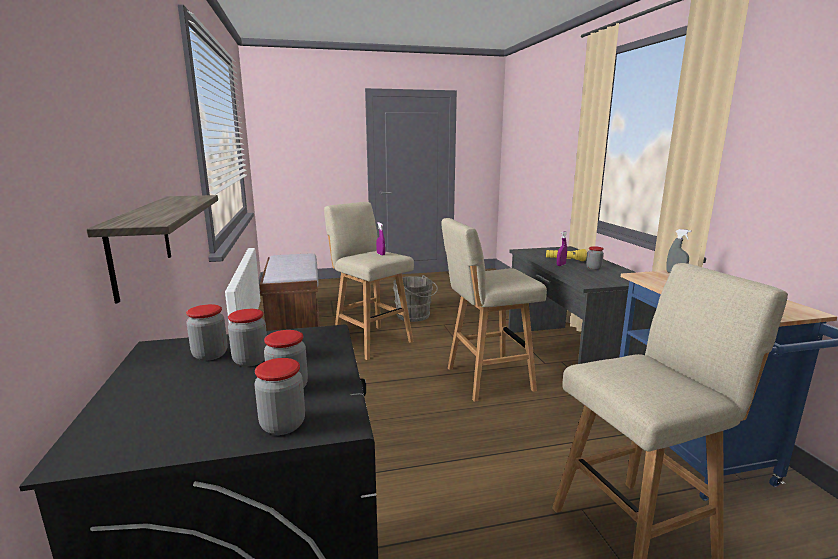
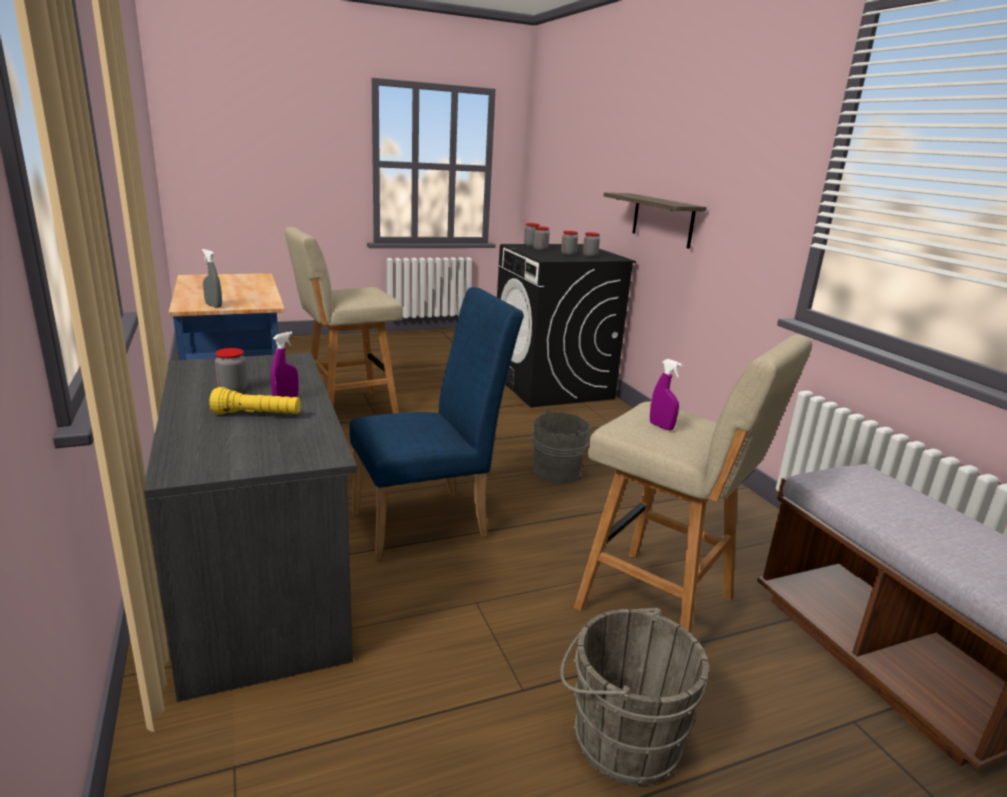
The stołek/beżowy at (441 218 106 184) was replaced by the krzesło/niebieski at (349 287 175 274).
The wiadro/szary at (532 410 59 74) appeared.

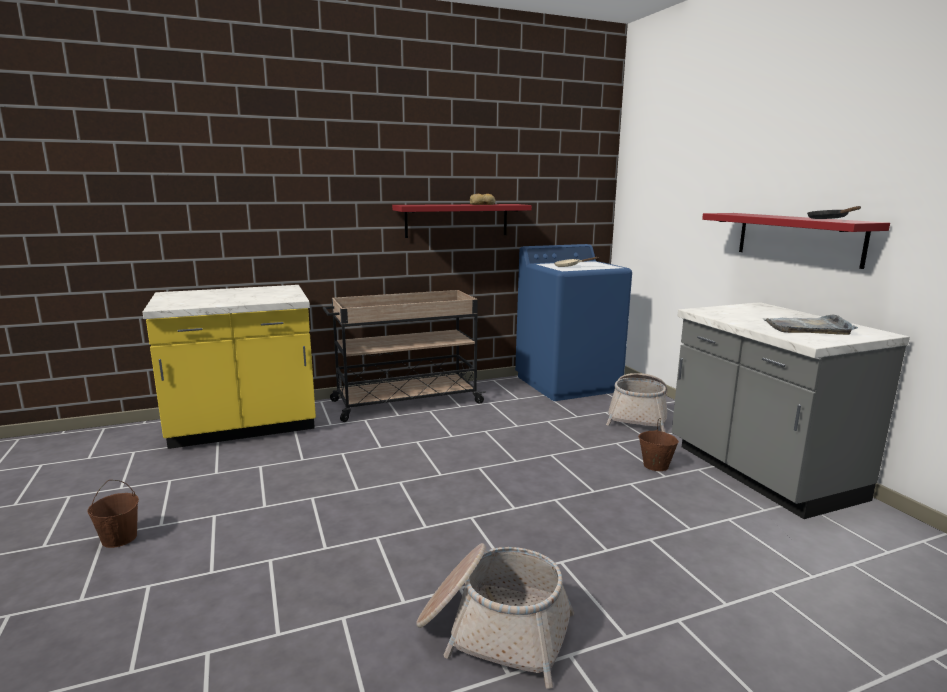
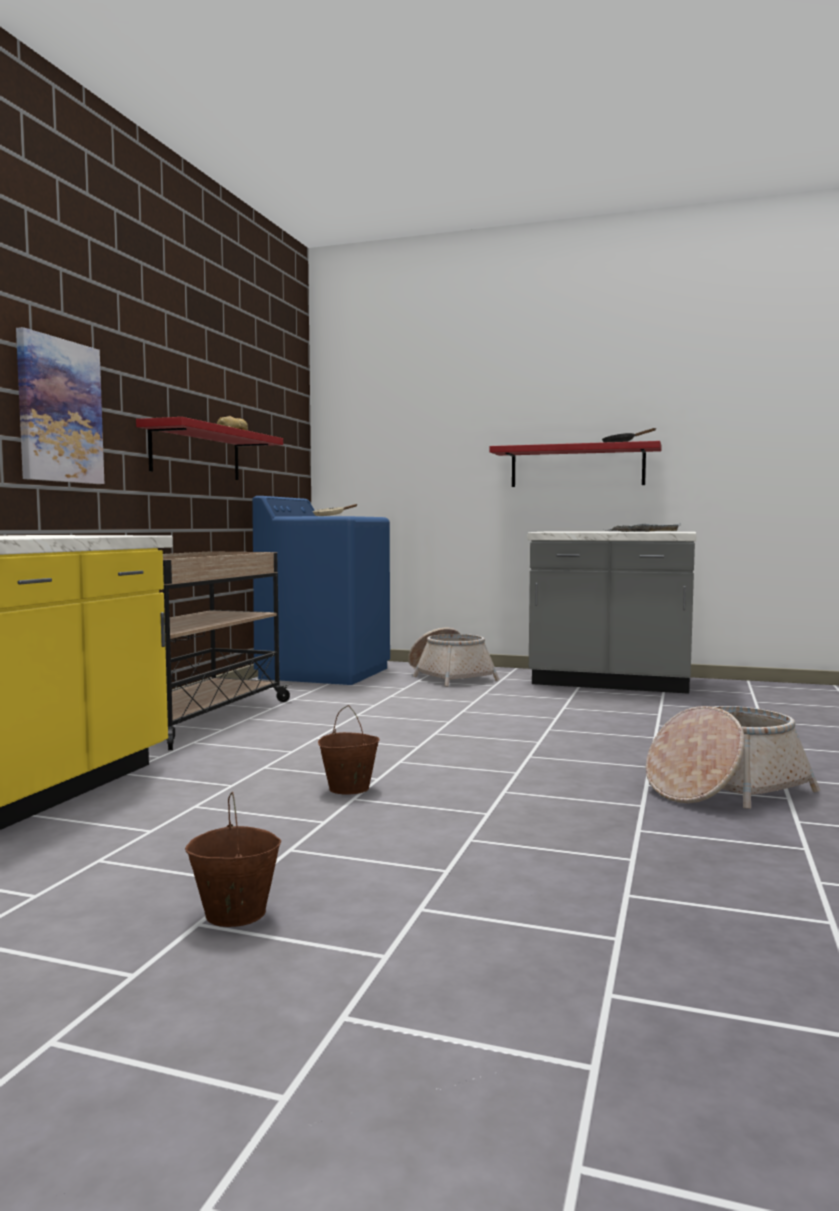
The obraz at (16 327 88 157) appeared.
The wiadro/brązowy moved from (638 418 41 53) to (318 705 62 90).

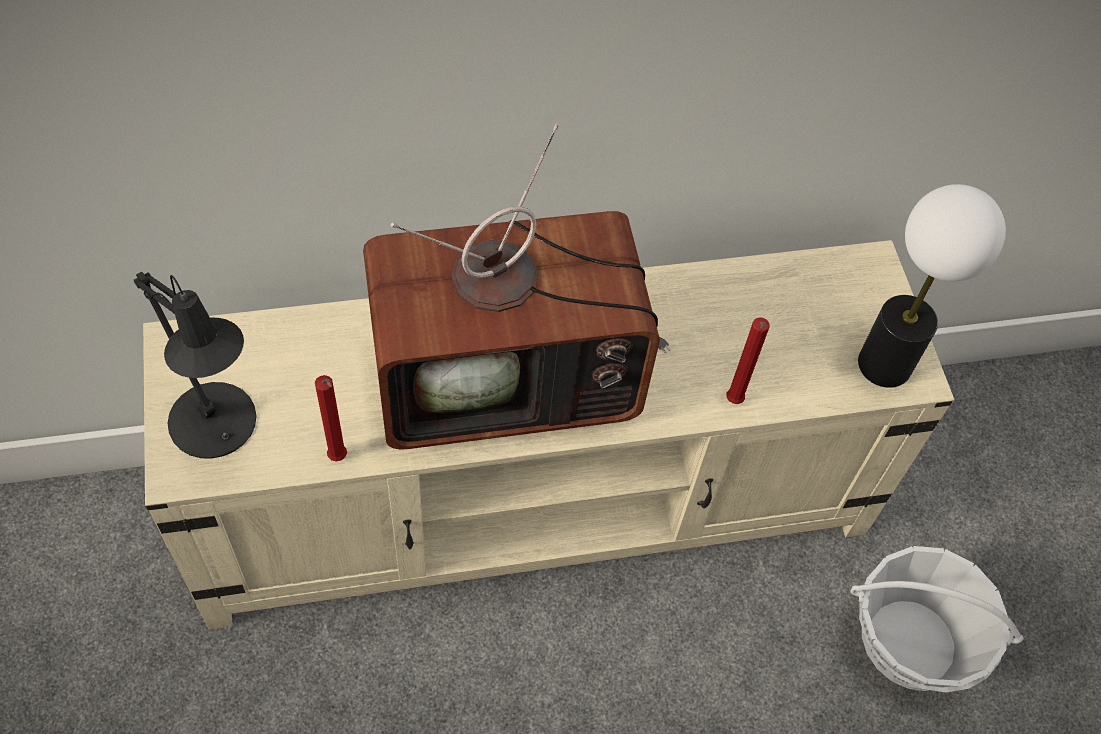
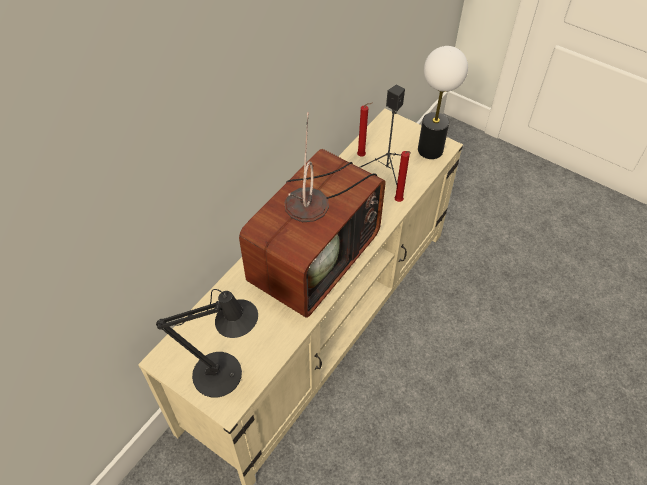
The świeca/czerwony moved from (315 375 32 86) to (357 103 15 54).
The głośnik/czarny at (360 84 45 101) appeared.
The koszyk at (851 546 173 146) disappeared.

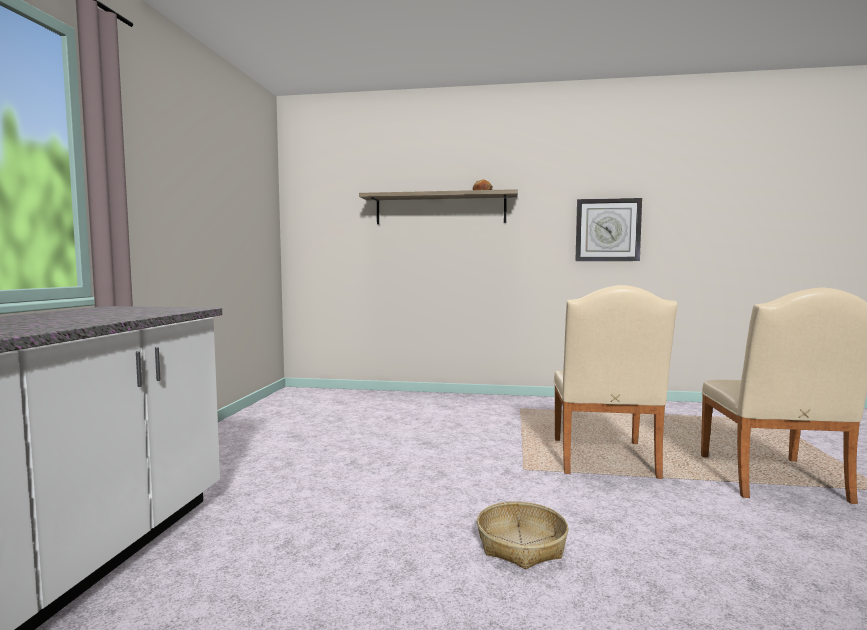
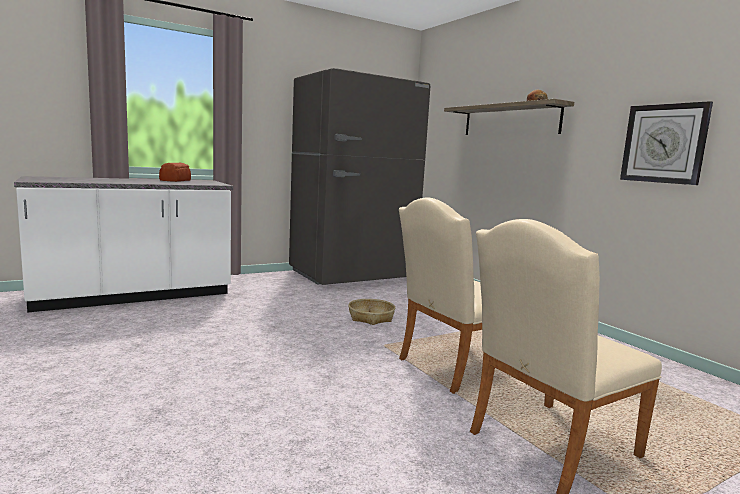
The chleb at (159 163 32 19) appeared.
The lodówka/szary at (289 68 141 217) appeared.
The koszyk moved from (477 501 92 68) to (348 299 47 26).

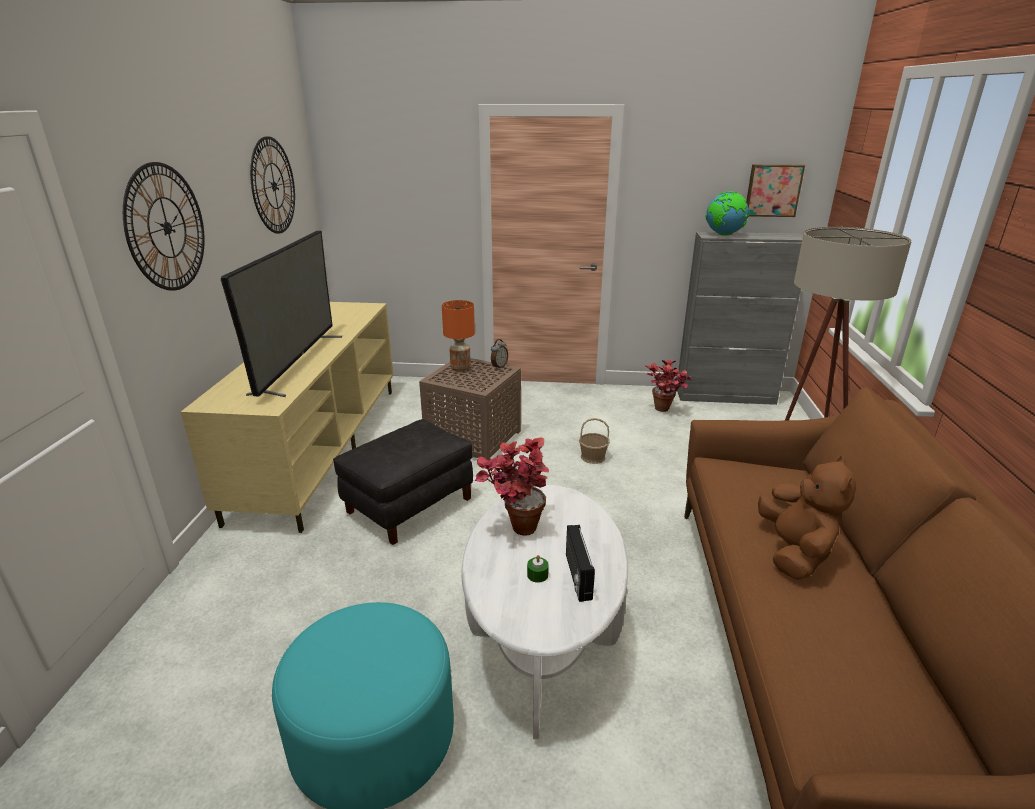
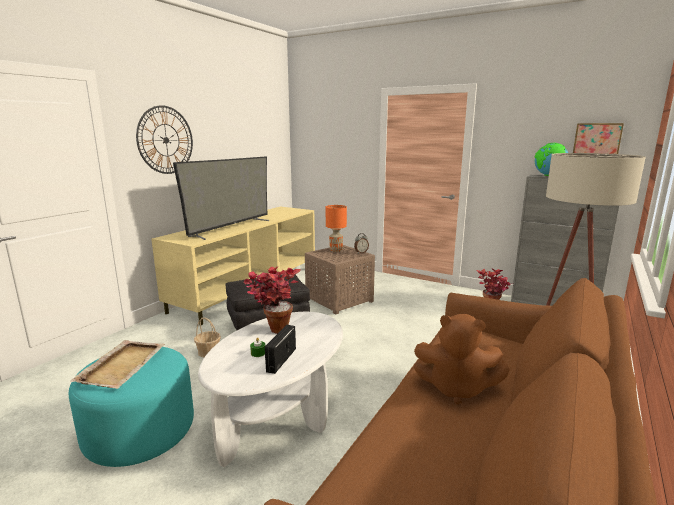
The taca/beżowy at (70 340 95 49) appeared.
The koszyk moved from (579 418 31 46) to (194 317 27 41).
The pluszak/brązowy at (758 456 98 124) turned 75 degrees clockwise.
The zegar ścienny at (250 136 45 98) disappeared.

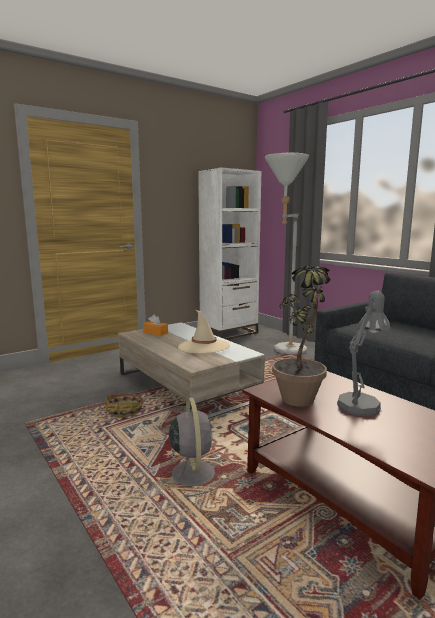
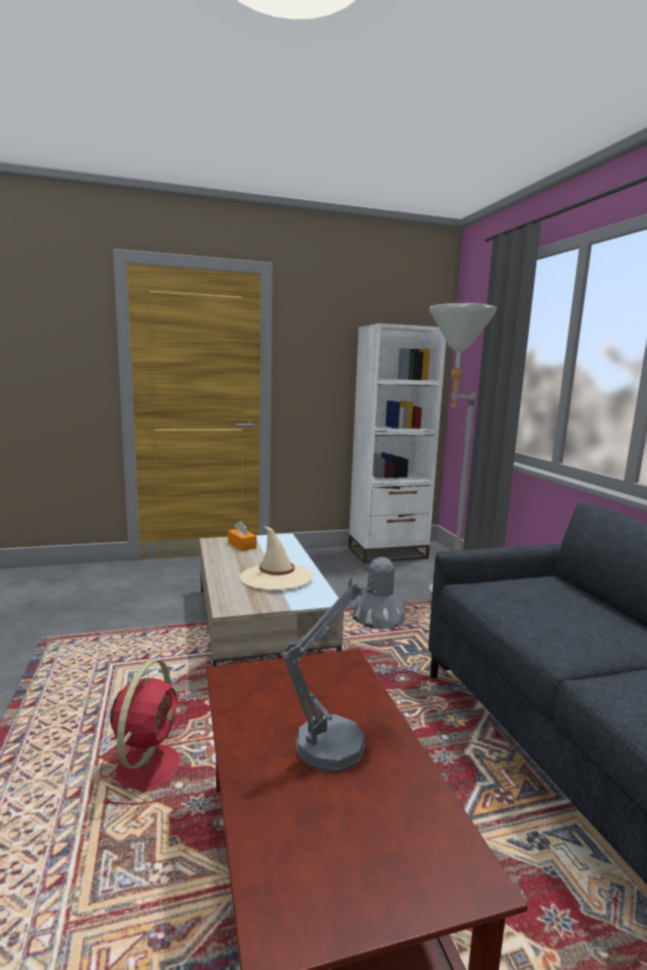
The wentylator/szary at (160 397 66 101) became the wentylator/czerwony at (100 660 80 145).
The koszyk at (104 393 40 25) disappeared.
The roślina doniczkowa at (272 264 59 143) disappeared.

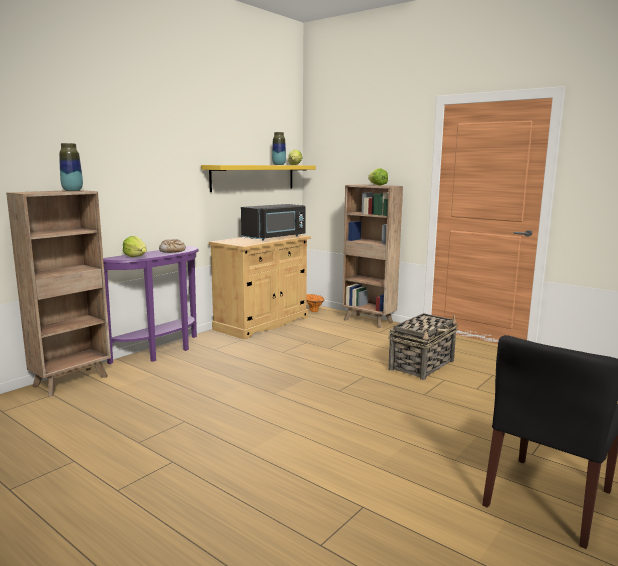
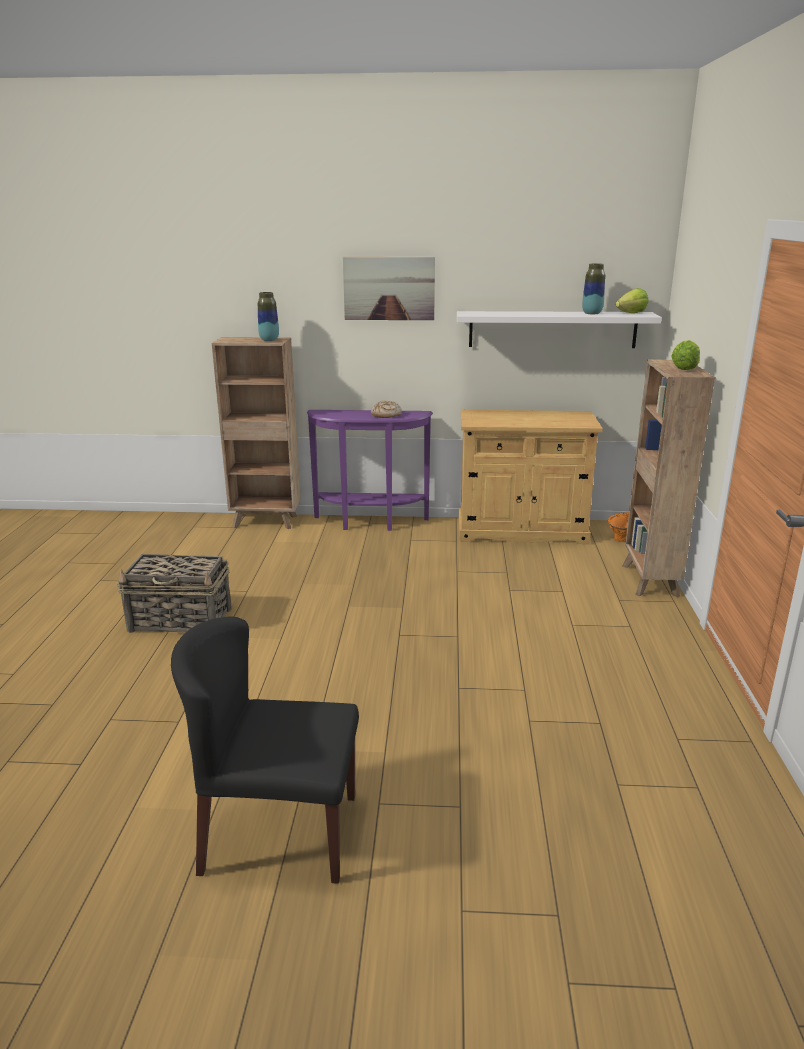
The koszyk moved from (388 313 69 67) to (117 554 114 79).
The obraz at (343 257 92 63) appeared.
The półka/żółty at (201 165 115 27) became the półka/biały at (457 311 205 37).
The sałata at (123 236 24 21) disappeared.
The mikrofalówka/czarny at (241 204 65 37) disappeared.

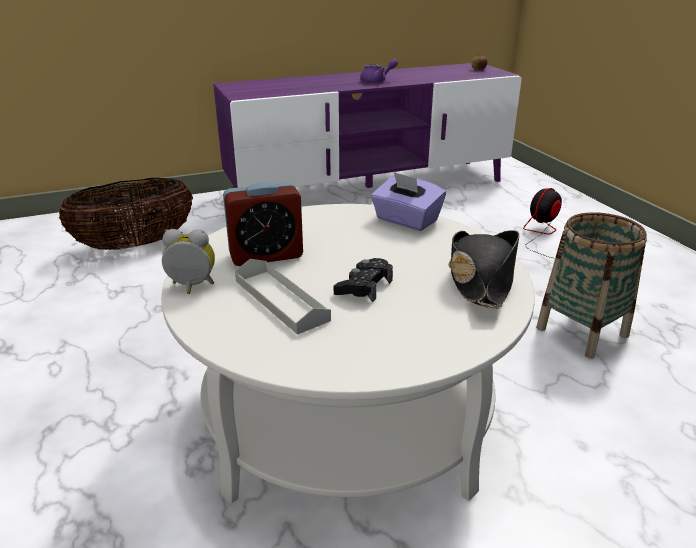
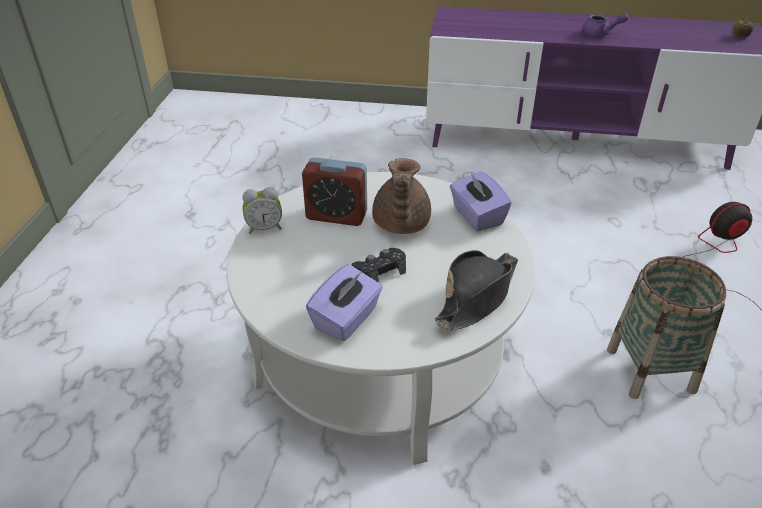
The budzik at (162 229 53 65) turned 135 degrees clockwise.
The pudełko chusteczek/fioletowy at (306 264 77 77) appeared.
The imbryk/brązowy at (372 158 59 76) appeared.
The koszyk at (59 178 134 72) disappeared.
The taca/szary at (235 259 96 76) disappeared.

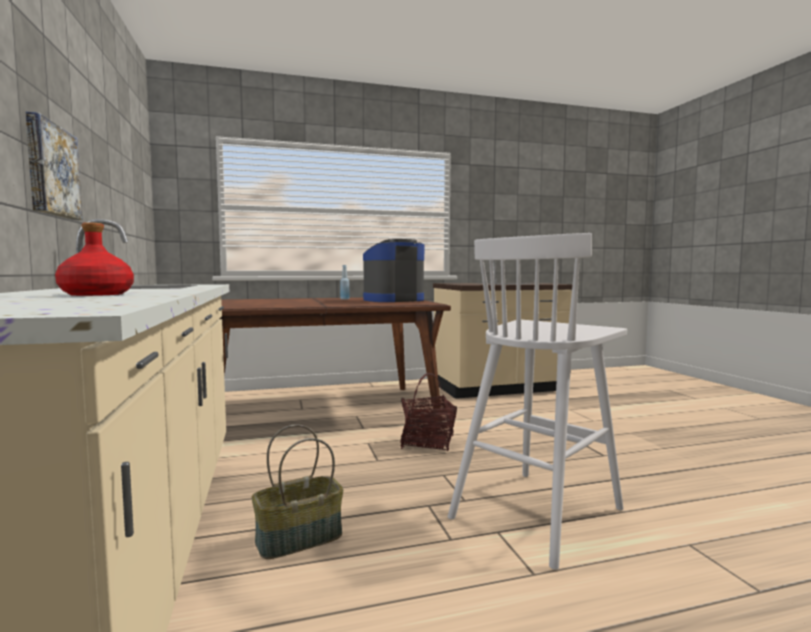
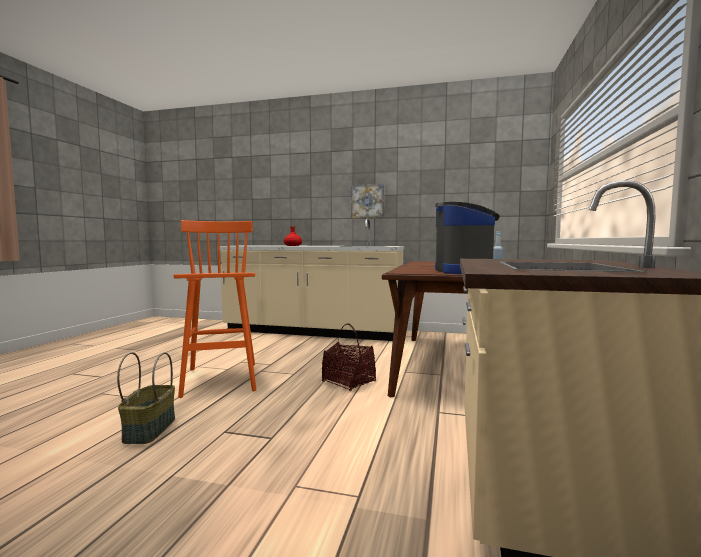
The koszyk moved from (252 424 92 135) to (117 352 58 92).
The stołek/biały at (448 233 179 337) became the stołek/pomarańczowy at (173 220 83 178).

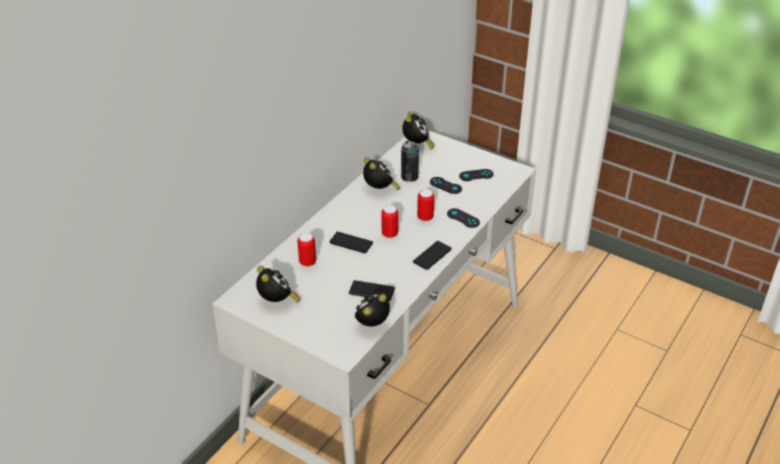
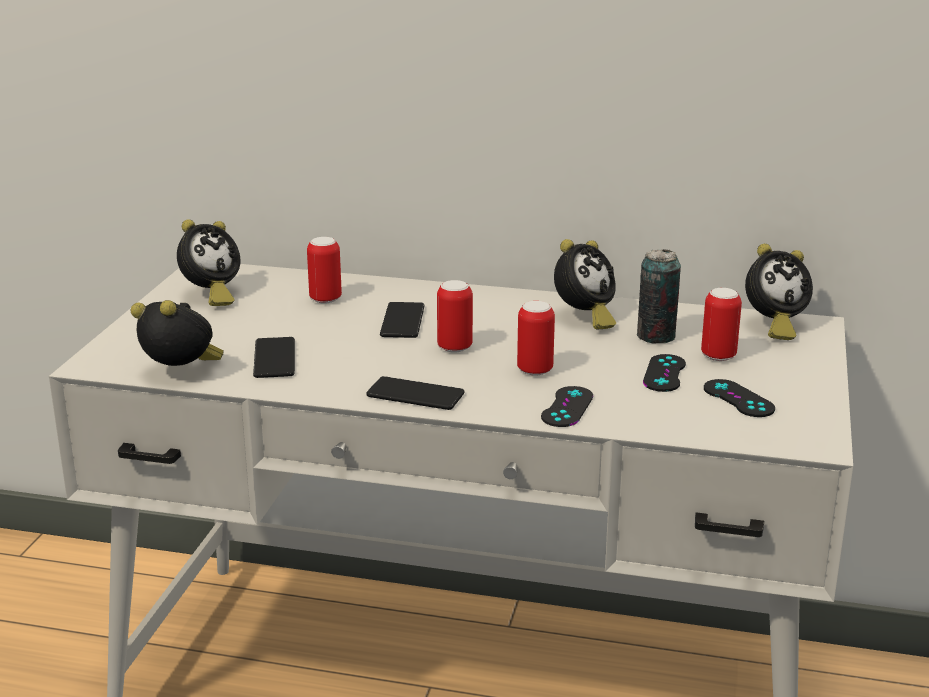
The puszka at (701 288 41 73) appeared.

